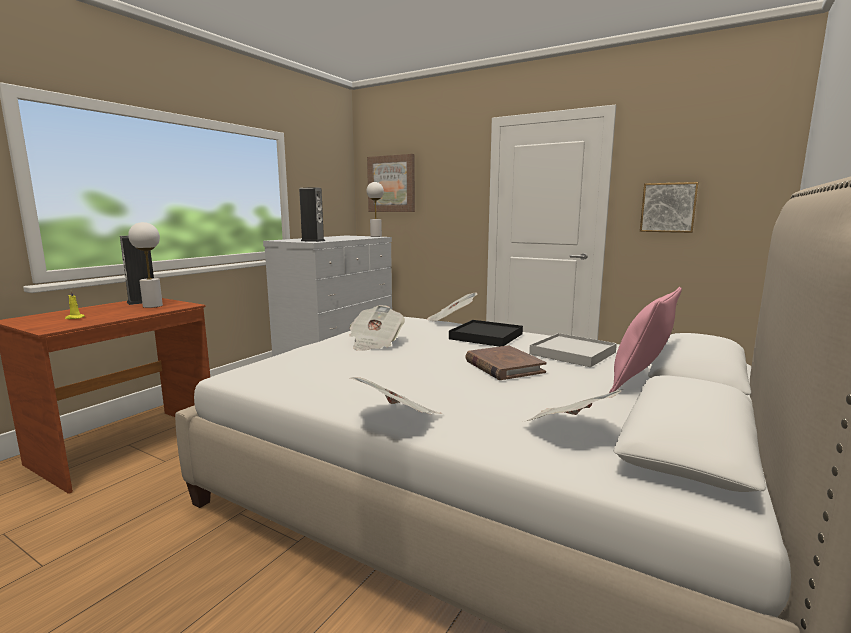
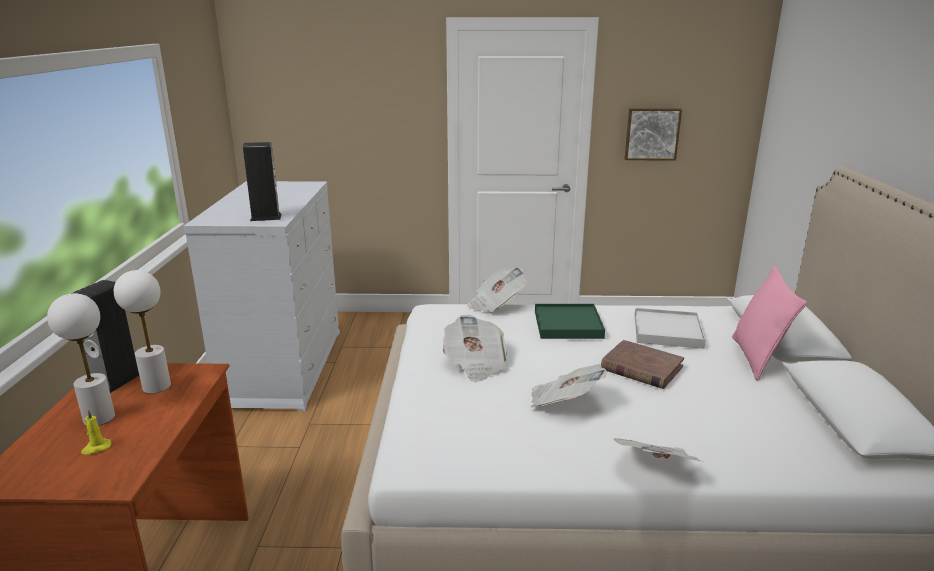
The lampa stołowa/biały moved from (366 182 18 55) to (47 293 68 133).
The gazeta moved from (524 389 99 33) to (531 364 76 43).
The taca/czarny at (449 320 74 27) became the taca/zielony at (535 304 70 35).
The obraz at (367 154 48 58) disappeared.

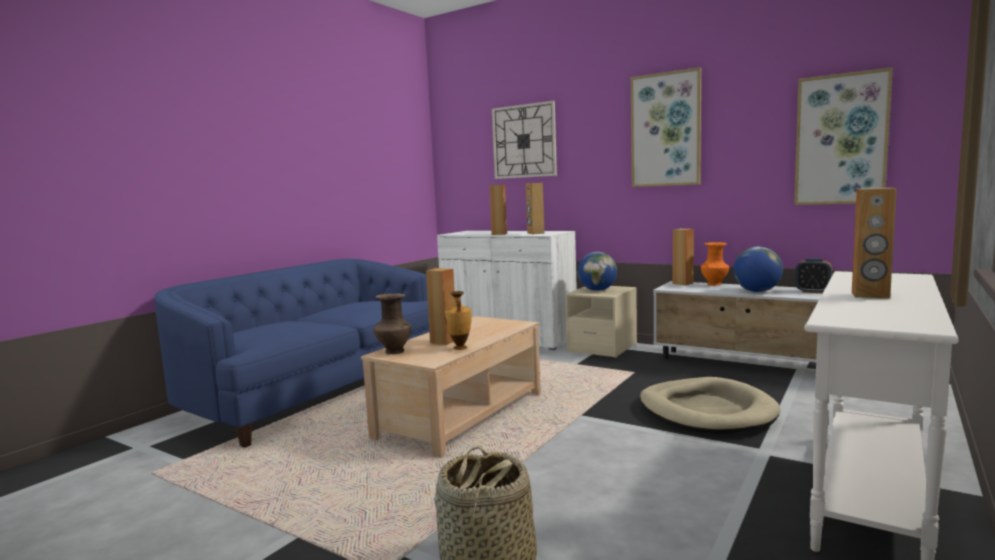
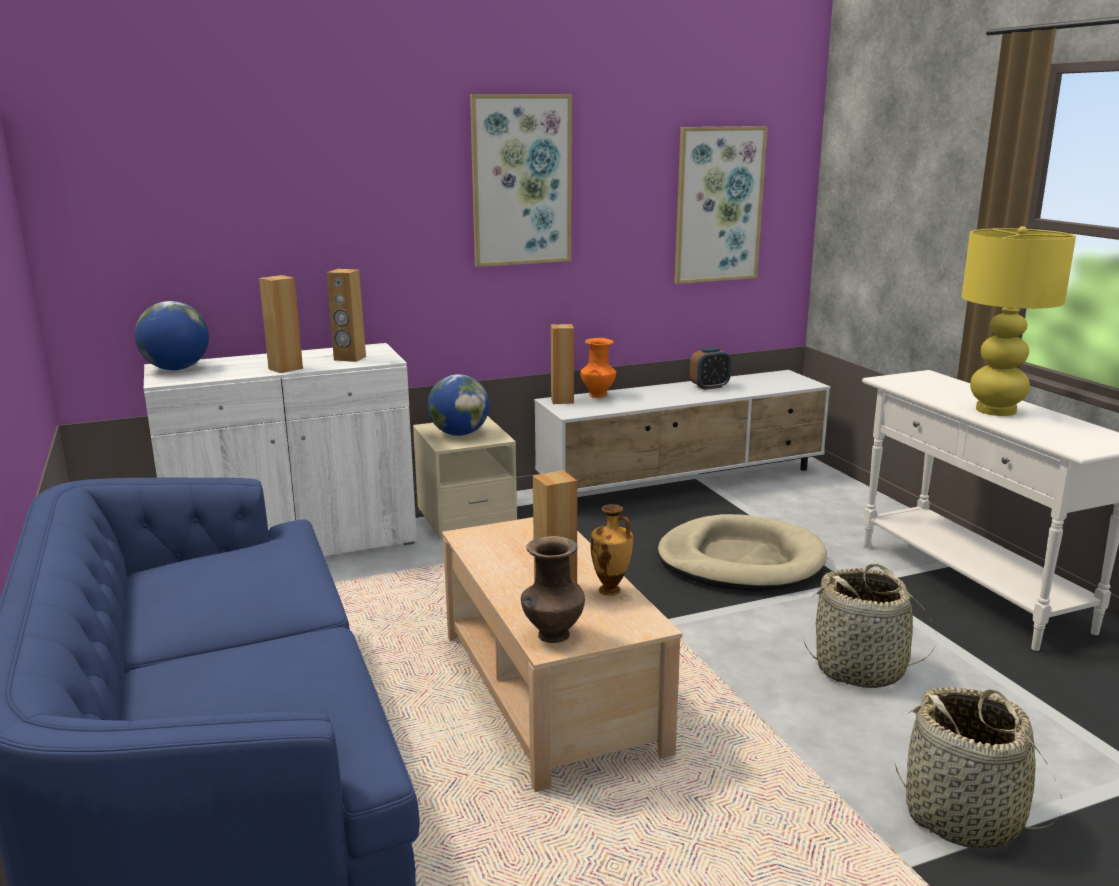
The globus moved from (733 247 50 45) to (135 301 74 69).
The koszyk at (803 564 133 124) appeared.
The głośnik/brązowy at (852 188 45 110) was replaced by the lampa stołowa/żółty at (962 226 114 190).
The zegar ścienny at (492 101 65 78) disappeared.

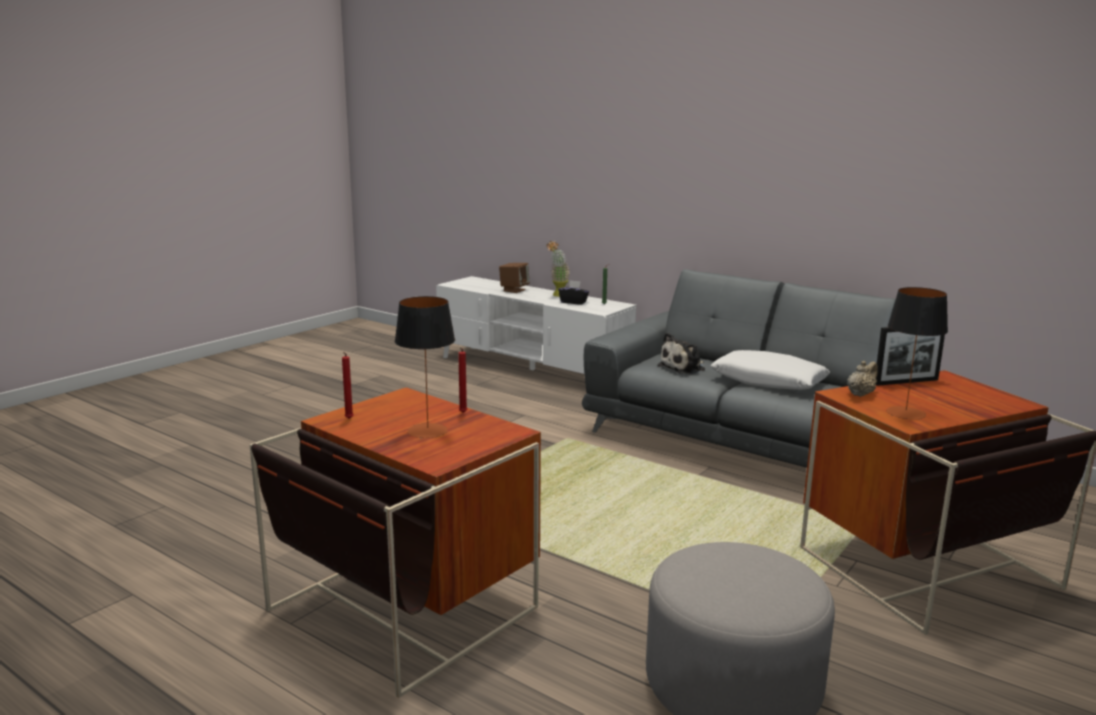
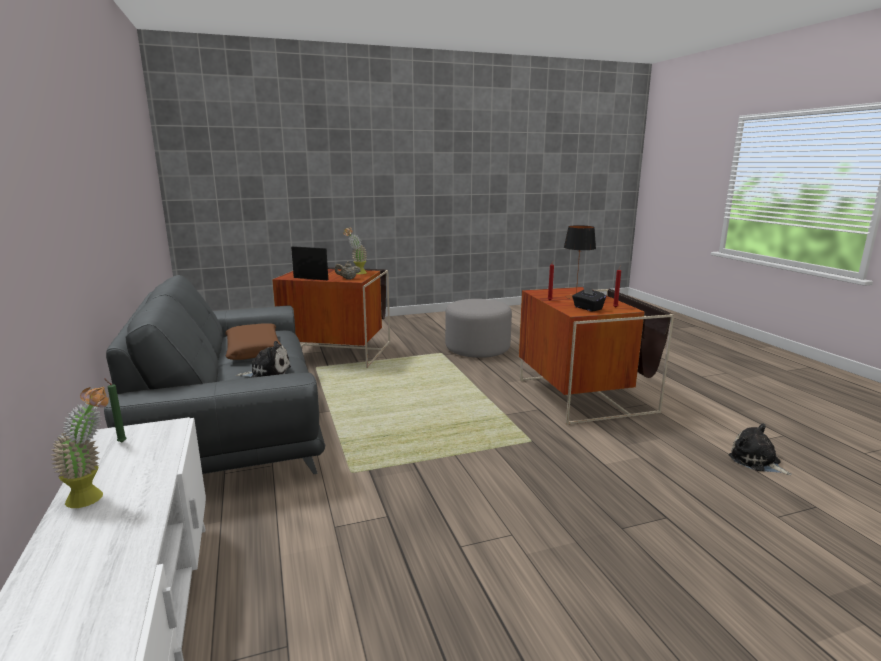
The poduszka/biały at (710 350 120 40) became the poduszka/brązowy at (225 323 55 37).
The lampa stołowa at (887 287 61 132) was replaced by the roślina doniczkowa at (343 228 24 46).
The pudełko chusteczek/czarny moved from (558 280 31 25) to (572 286 34 25).
The pluszak at (729 424 63 51) appeared.
The głośnik/brązowy at (499 263 31 30) disappeared.

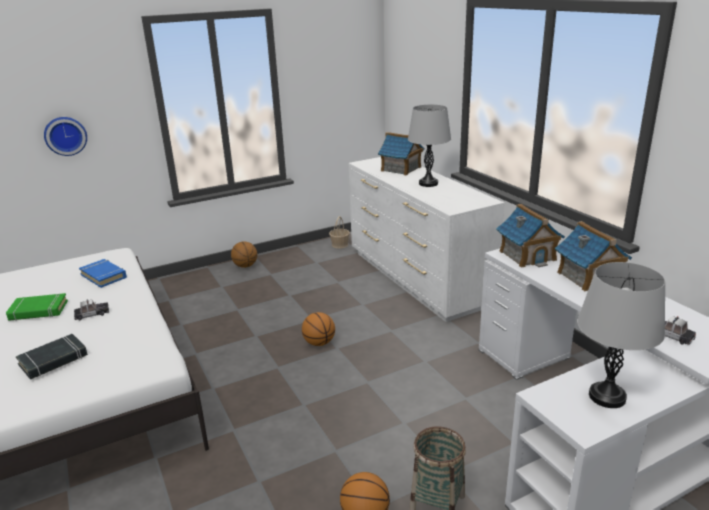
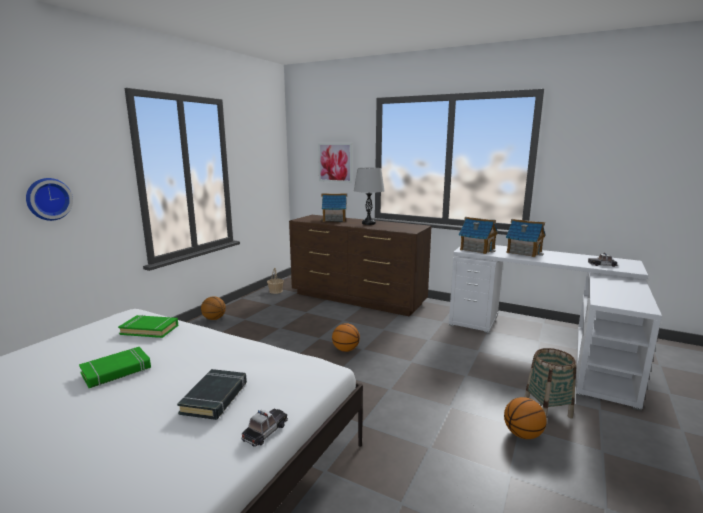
The książka/niebieski at (79 259 48 29) became the książka/zielony at (118 315 60 23).
The samochodzik moved from (74 299 35 22) to (241 408 47 39).
The komoda/biały at (349 157 155 165) became the komoda/brązowy at (289 215 142 101).
The obraz at (318 143 34 40) appeared.
The lampa stołowa/szary at (577 262 88 146) disappeared.

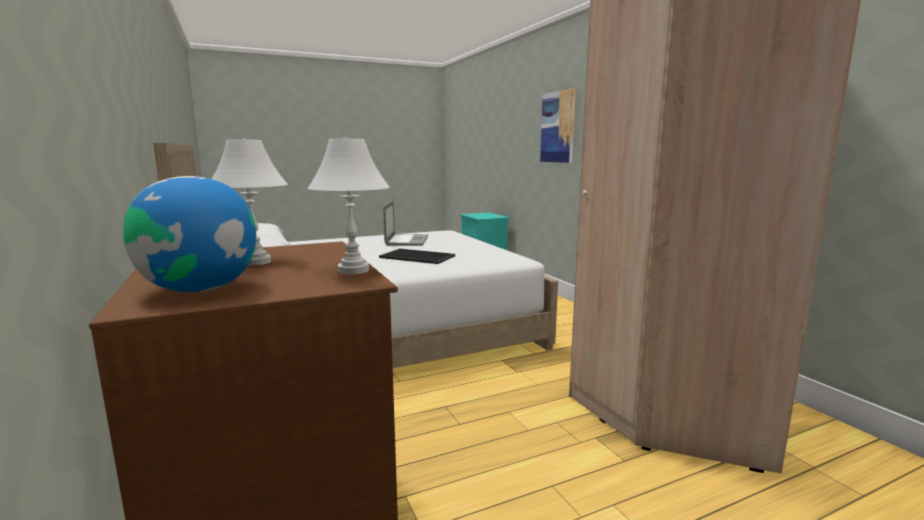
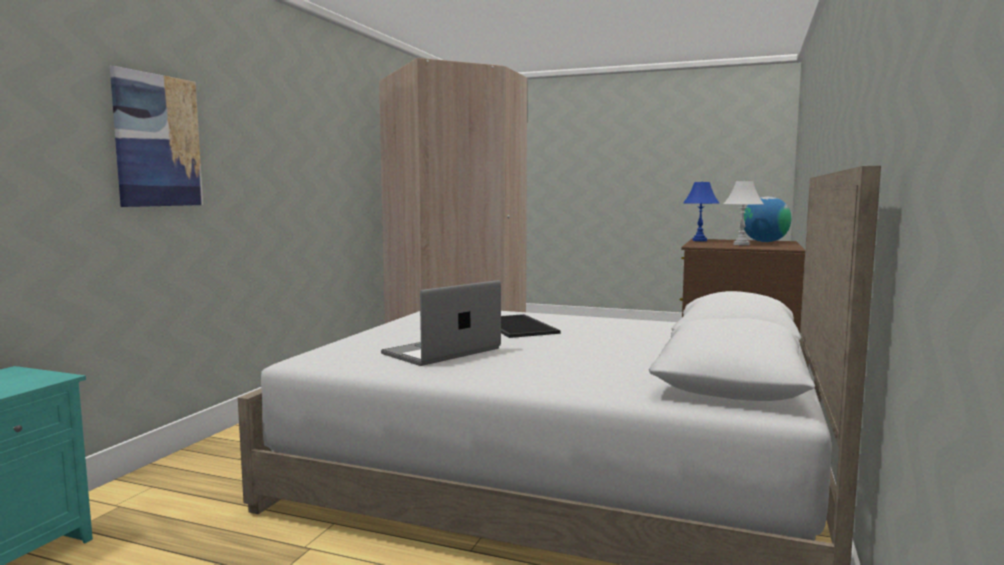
The lampa stołowa/biały at (307 138 83 136) became the lampa stołowa/niebieski at (683 182 36 59).

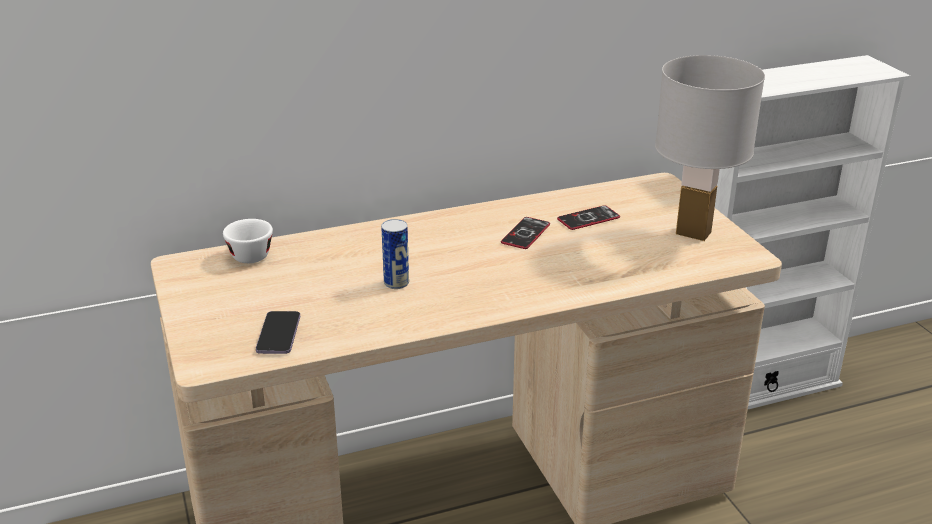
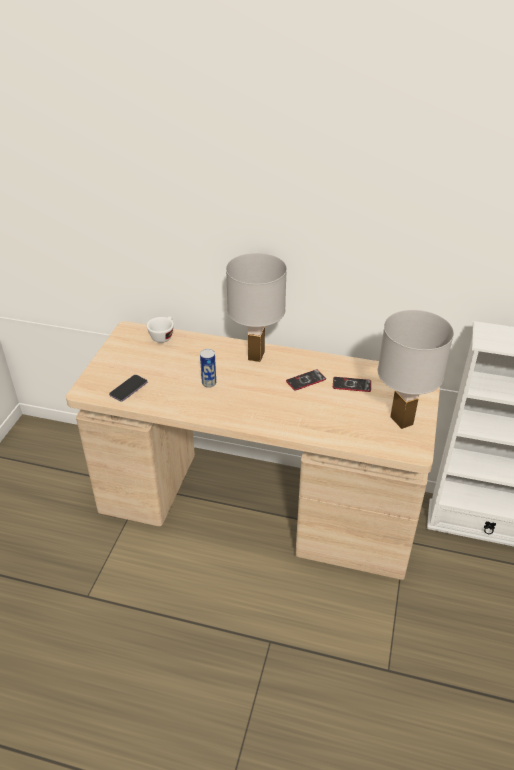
The lampa stołowa/biały at (226 253 61 109) appeared.

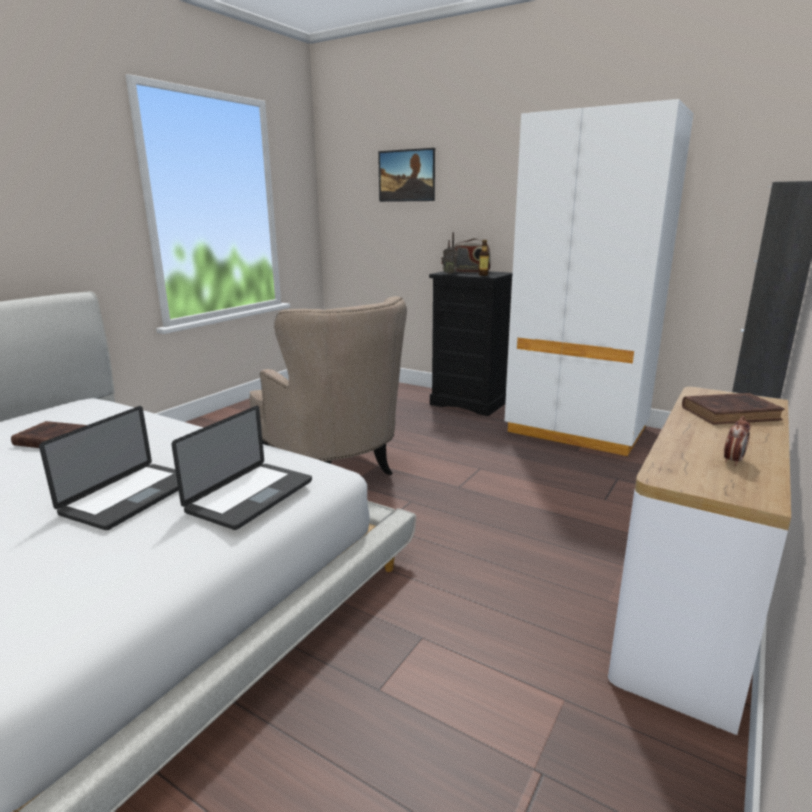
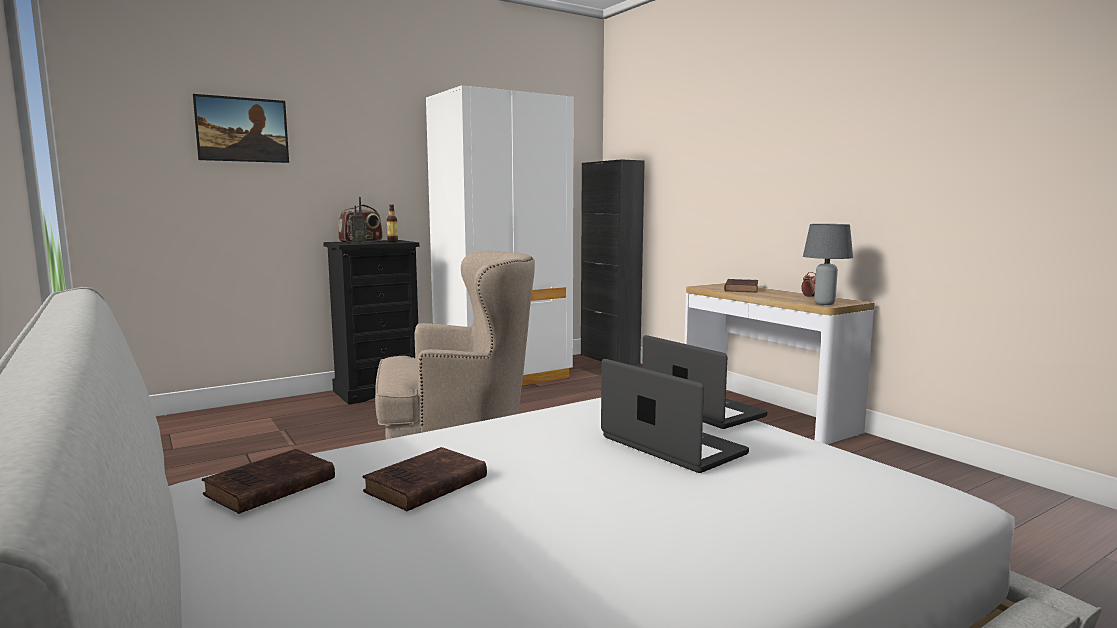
The książka/brązowy at (202 449 133 65) appeared.
The lampa stołowa/szary at (803 224 50 81) appeared.

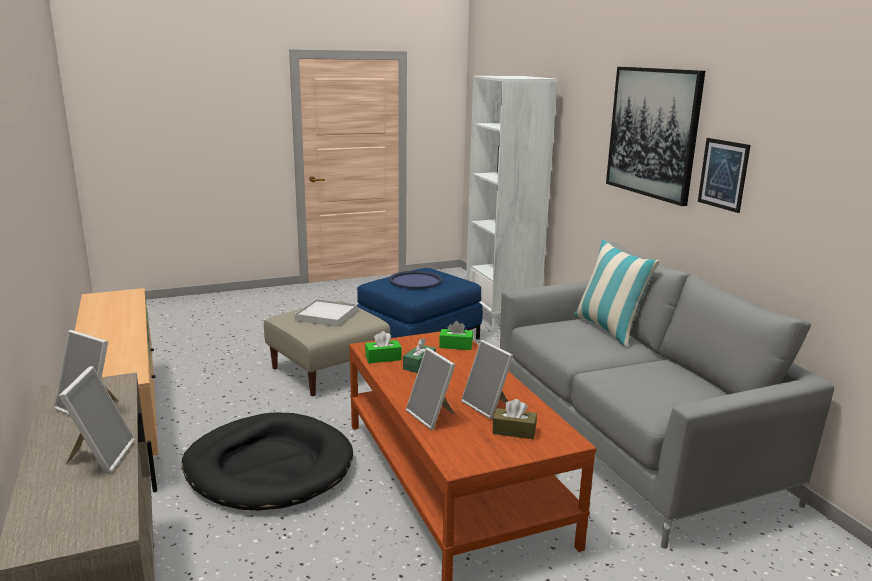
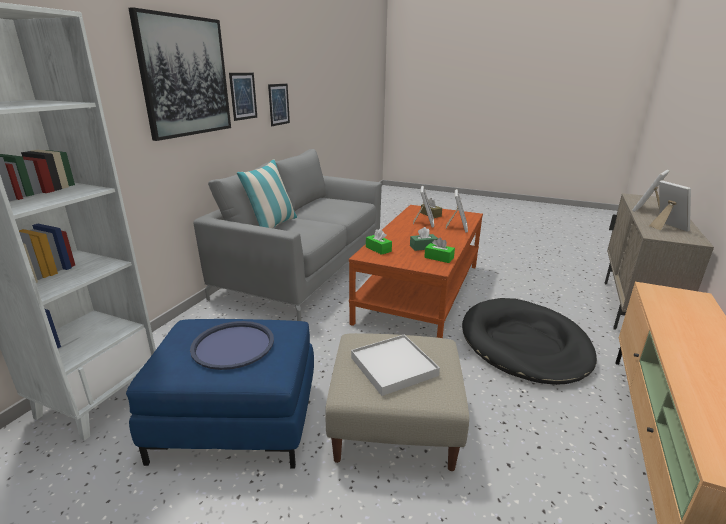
The obraz at (268 84 22 42) appeared.

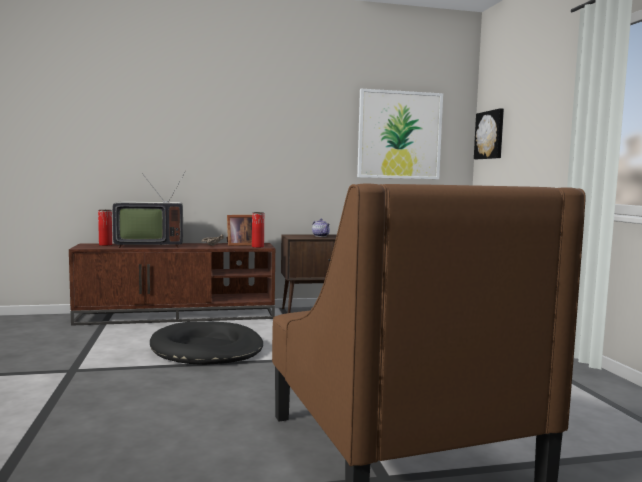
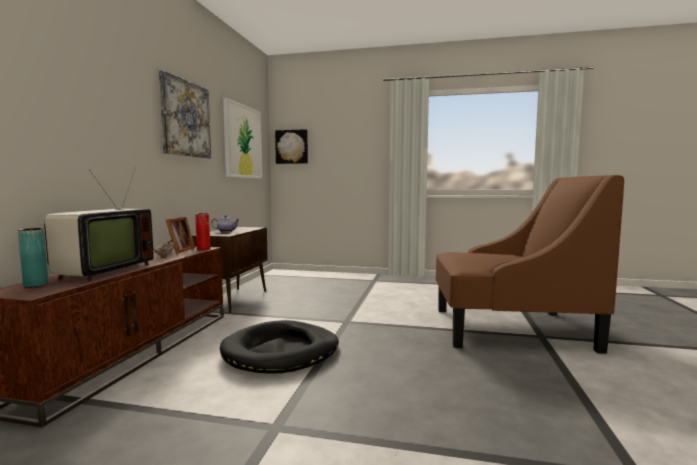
The wazon/czerwony at (98 210 14 36) became the wazon/turkusowy at (18 228 30 59).
The obraz at (159 70 52 89) appeared.

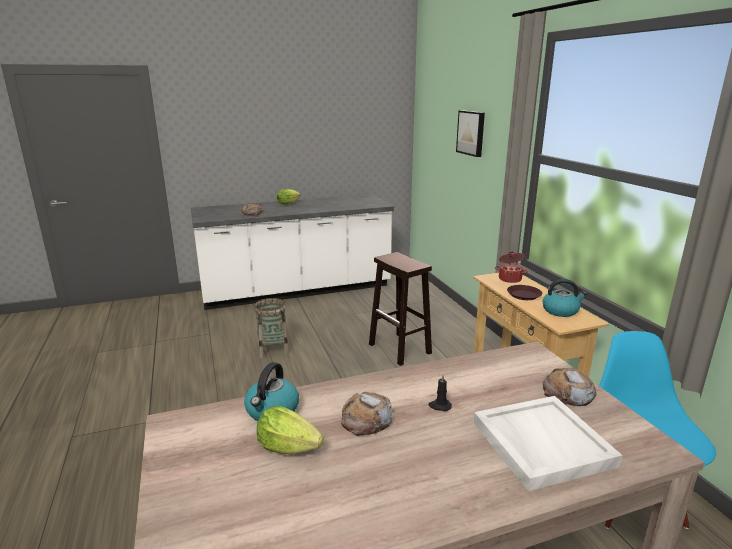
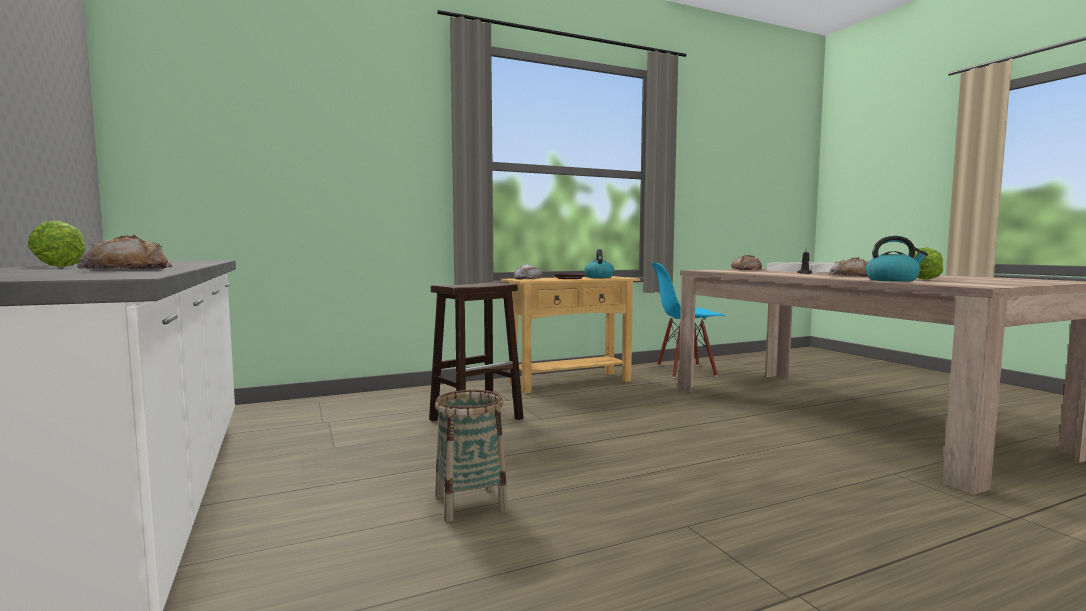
The garnek at (495 252 33 31) was replaced by the chleb at (513 264 29 16).
The obraz at (456 110 29 47) disappeared.

